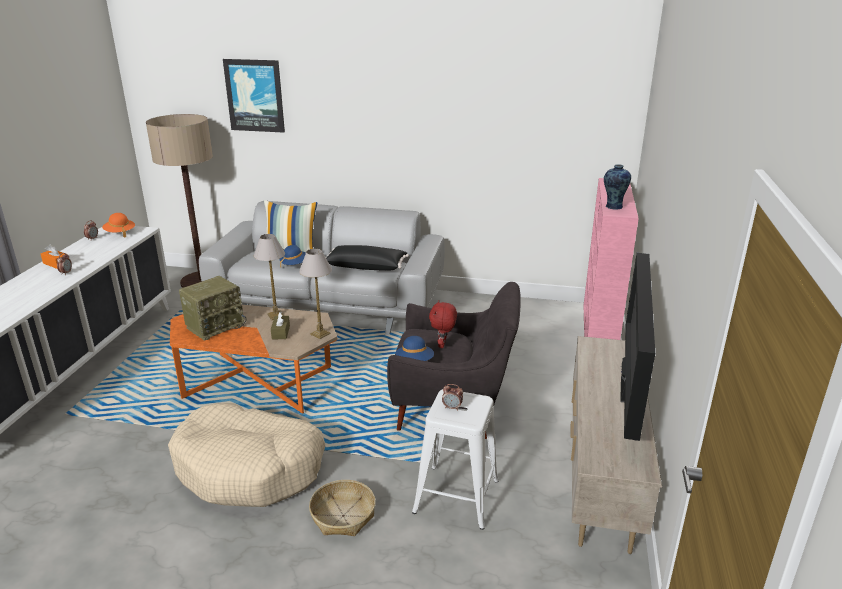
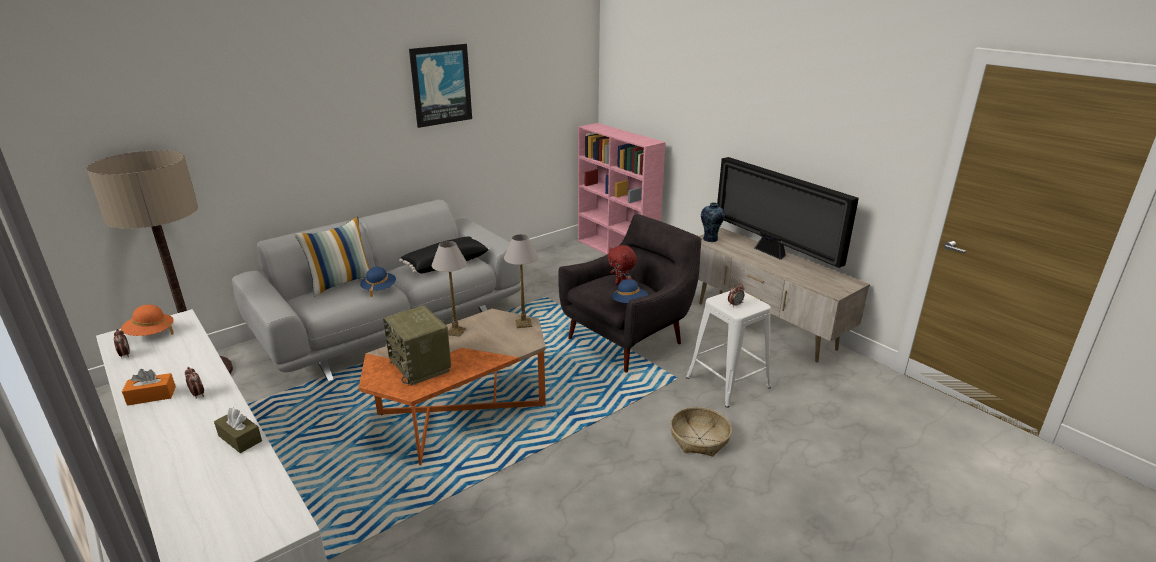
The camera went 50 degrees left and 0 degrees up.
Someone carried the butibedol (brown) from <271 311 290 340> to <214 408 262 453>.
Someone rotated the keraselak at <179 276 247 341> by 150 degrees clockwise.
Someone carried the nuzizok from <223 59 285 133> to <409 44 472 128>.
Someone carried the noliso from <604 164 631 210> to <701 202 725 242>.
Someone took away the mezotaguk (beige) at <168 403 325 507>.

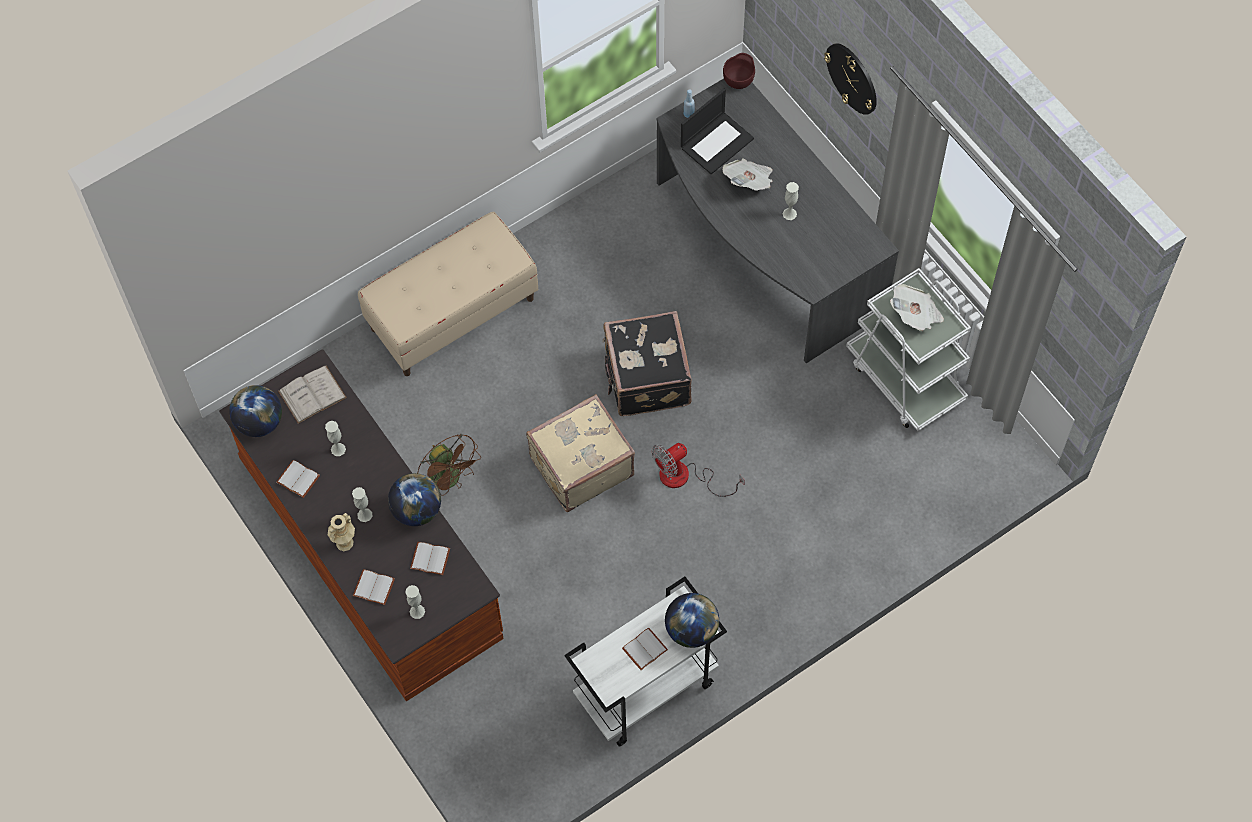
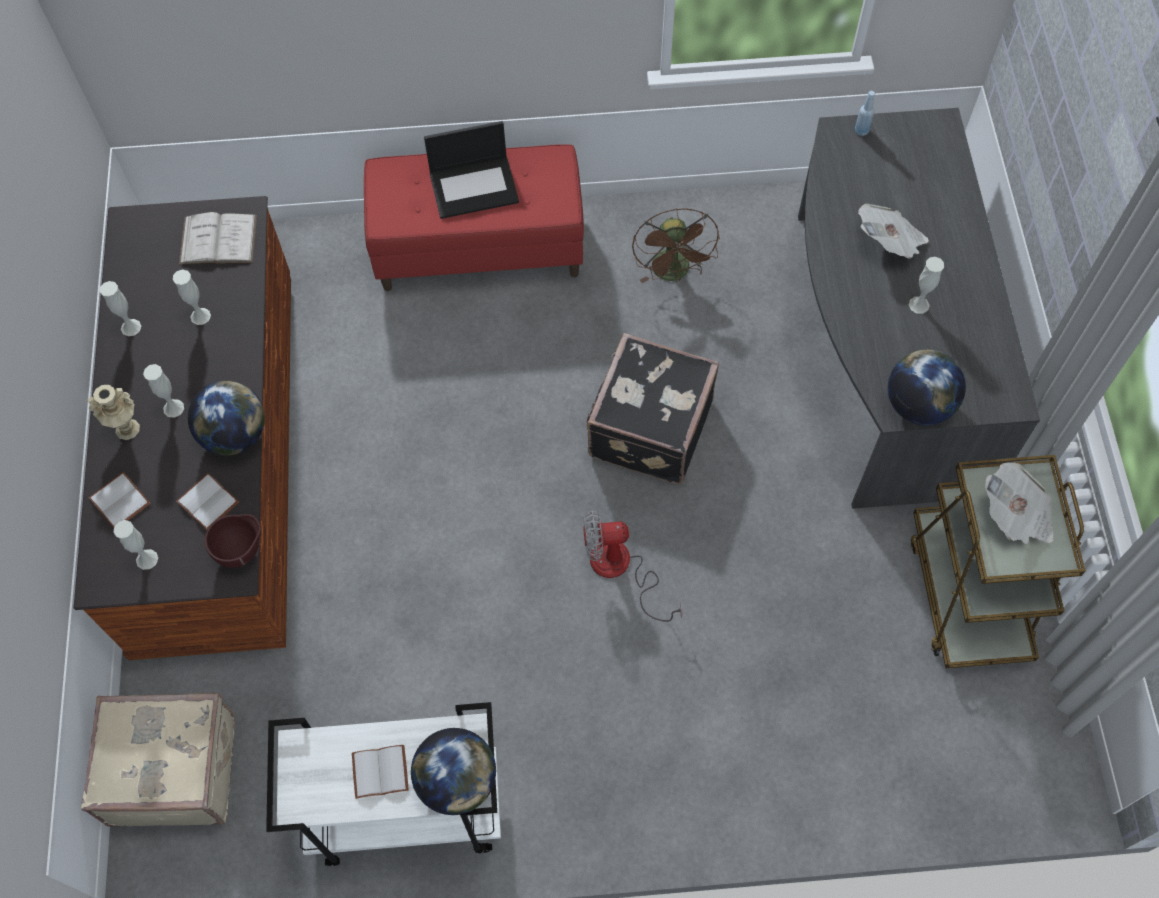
The camera went 30 degrees right and 0 degrees up.
Someone carried the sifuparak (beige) from <526 394 635 512> to <81 693 236 827>.
Someone swapped the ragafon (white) at <276 460 320 498> for the noliso (white) at <100 281 141 336>.
Someone carried the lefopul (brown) from <723 53 755 89> to <205 514 261 568>.
Someone repainted the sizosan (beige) at <358 212 538 376>, which became the sizosan (red) at <364 144 584 291>.
Someone carried the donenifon from <681 89 754 174> to <424 121 519 219>.
Someone carried the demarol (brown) from <417 434 481 496> to <632 208 720 283>.
Someone carried the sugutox from <229 385 282 437> to <888 350 966 425>.
Someone repainted the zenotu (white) at <846 268 971 431>, which became the zenotu (brown) at <911 455 1086 668>.
Someone took away the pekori at <824 43 877 115>.

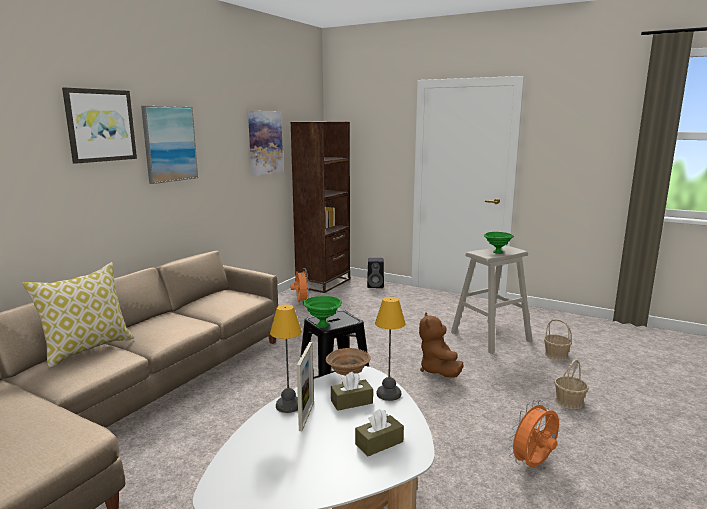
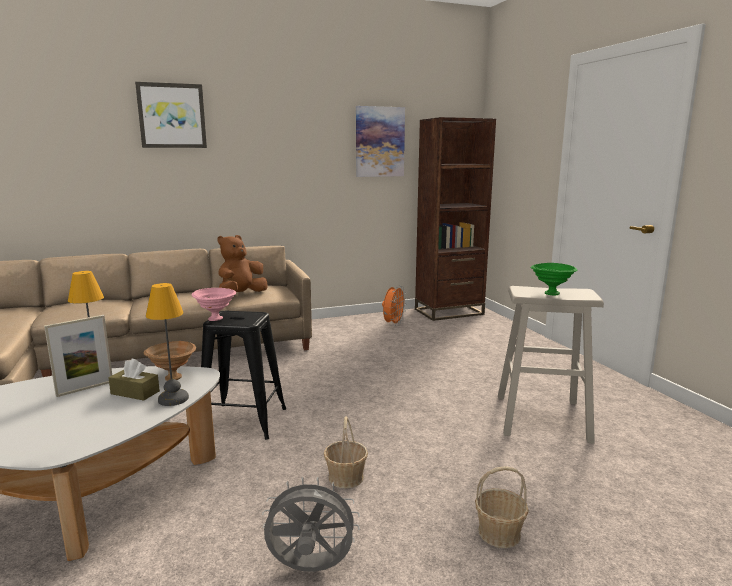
The camera went 40 degrees right and 0 degrees up.
Someone repainted the lefopul (green) at <303 296 342 328>, which became the lefopul (pink) at <191 288 236 321>.
Someone carried the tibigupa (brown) from <419 312 463 378> to <218 235 267 292>.
Someone repainted the demarol (orange) at <508 400 559 467>, which became the demarol (grey) at <262 477 360 572>.
Someone carried the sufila from <544 319 572 361> to <324 416 368 489>.
Someone took away the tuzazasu at <22 262 134 368>.
Someone took away the nuzizok at <141 106 198 184>.
Someone took away the butibedol (brown) at <355 409 404 456>.
Someone took away the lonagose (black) at <367 258 384 288>.

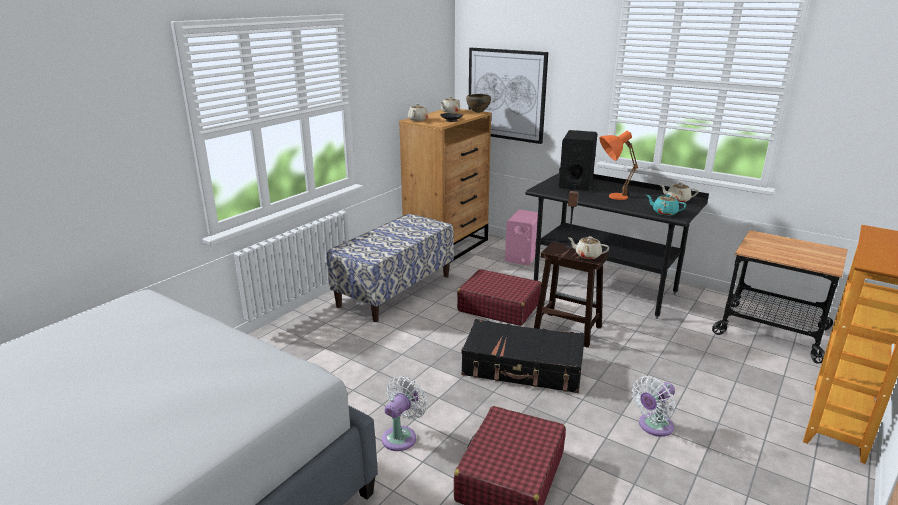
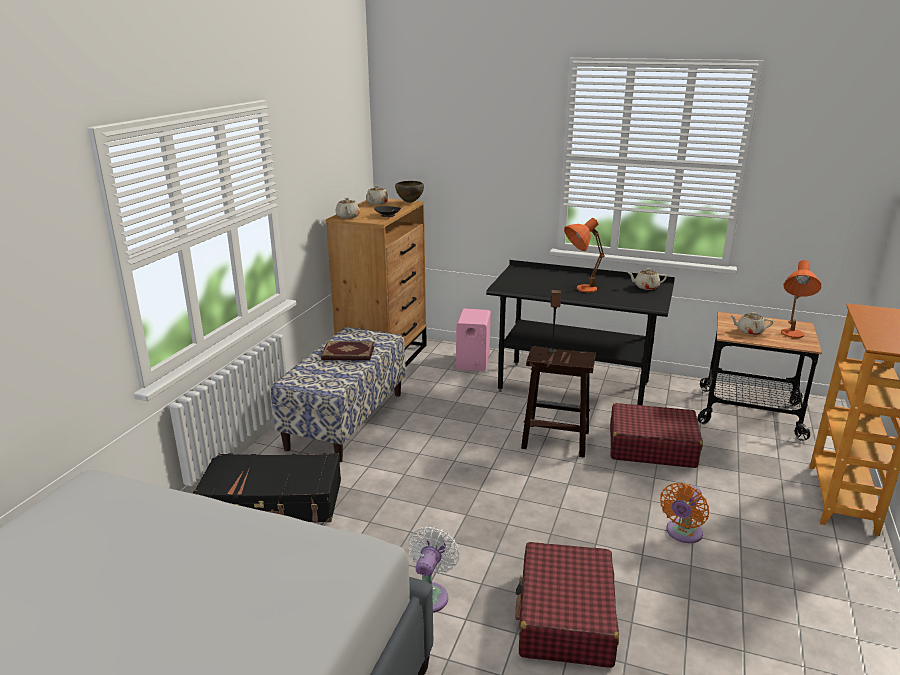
The camera went 15 degrees left and 0 degrees up.
Someone carried the sifuparak (black) from <461 319 585 393> to <192 453 341 523>.
Someone put down the ragafon at <321 341 374 361>.
Someone carried the sifuparak (red) from <457 269 541 326> to <610 403 703 468>.
Someone repainted the demarol (white) at <632 376 675 437>, which became the demarol (orange) at <660 483 709 543>.
Someone carried the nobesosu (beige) from <568 236 609 259> to <730 312 773 335>.
Someone put down the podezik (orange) at <781 260 821 338>.
Someone took away the nuzizok at <468 48 548 144>.
Someone took away the lonagose (black) at <559 130 597 191>.
Someone took away the nobesosu (turquoise) at <646 194 686 216>.

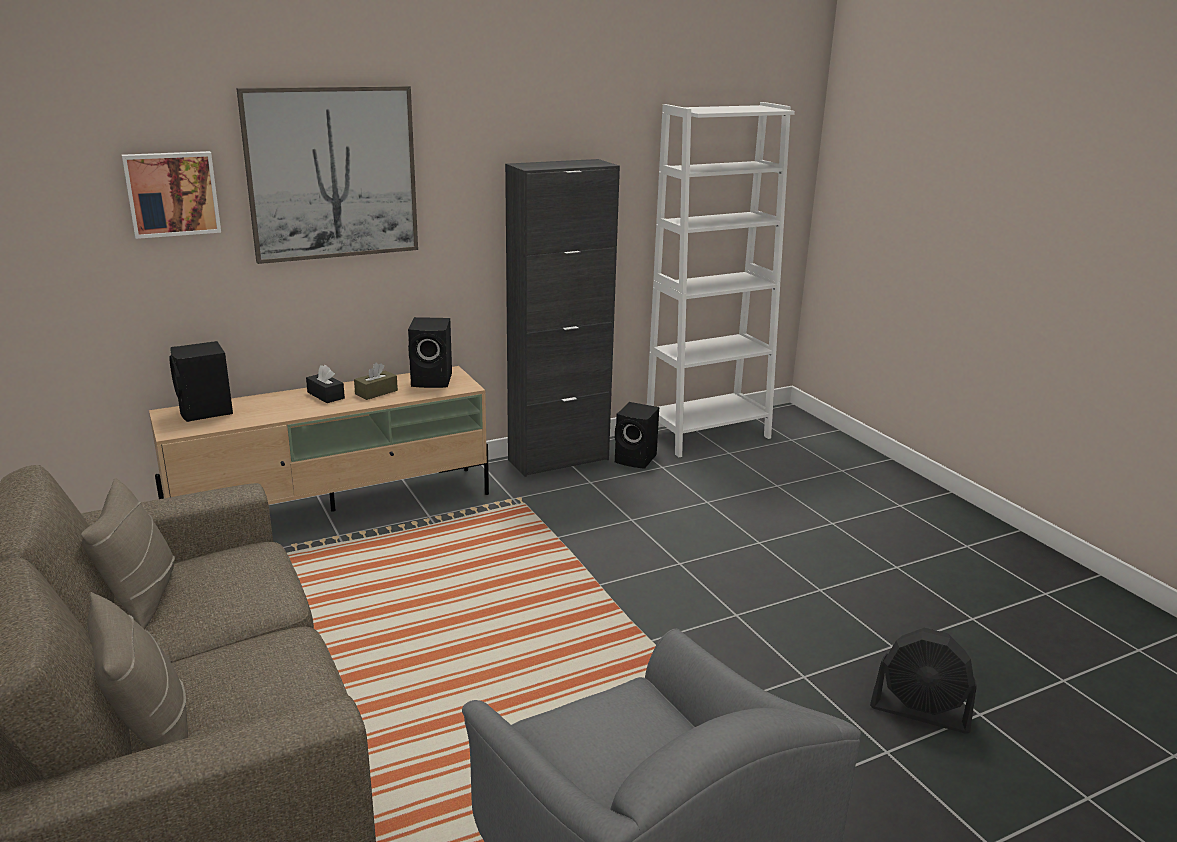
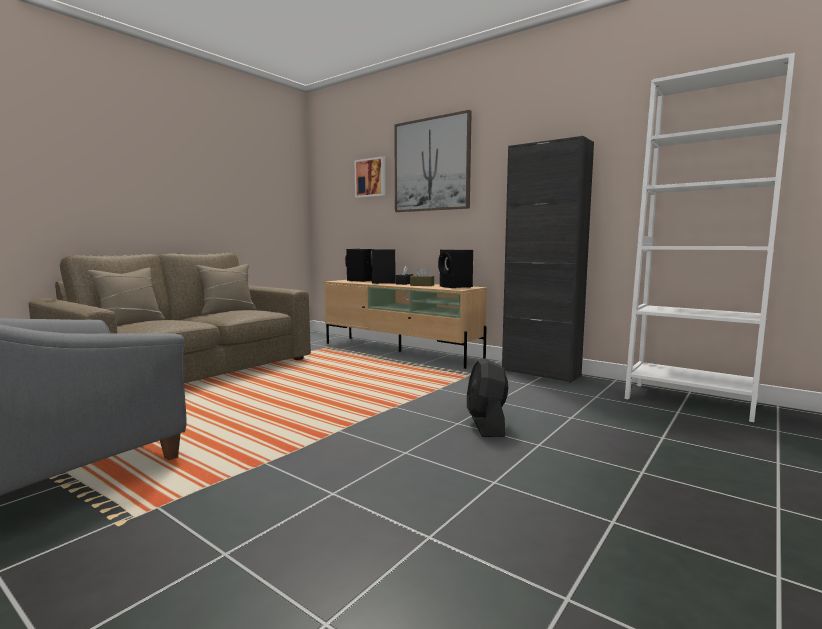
The camera went 65 degrees right and 15 degrees down.
Someone carried the lonagose (black) from <615 402 659 469> to <371 249 395 284>.
Someone carried the demarol (black) from <870 628 977 734> to <467 358 508 437>.

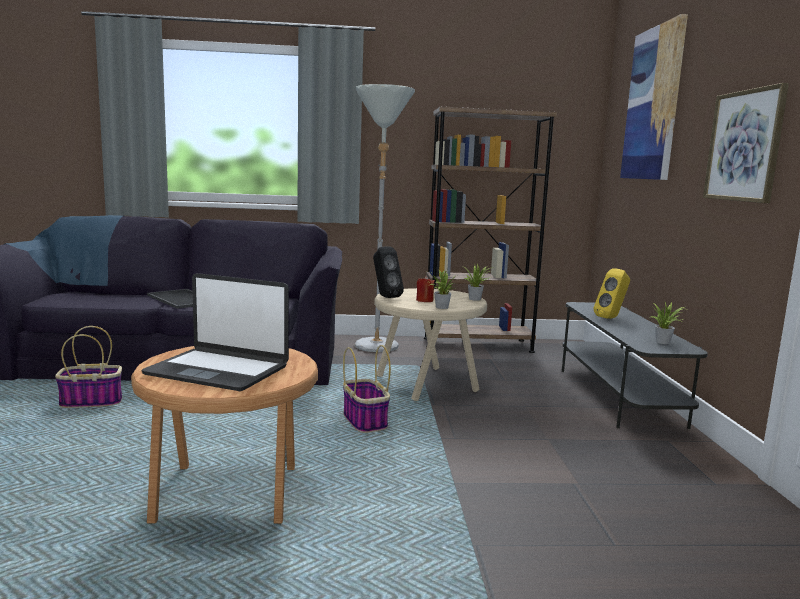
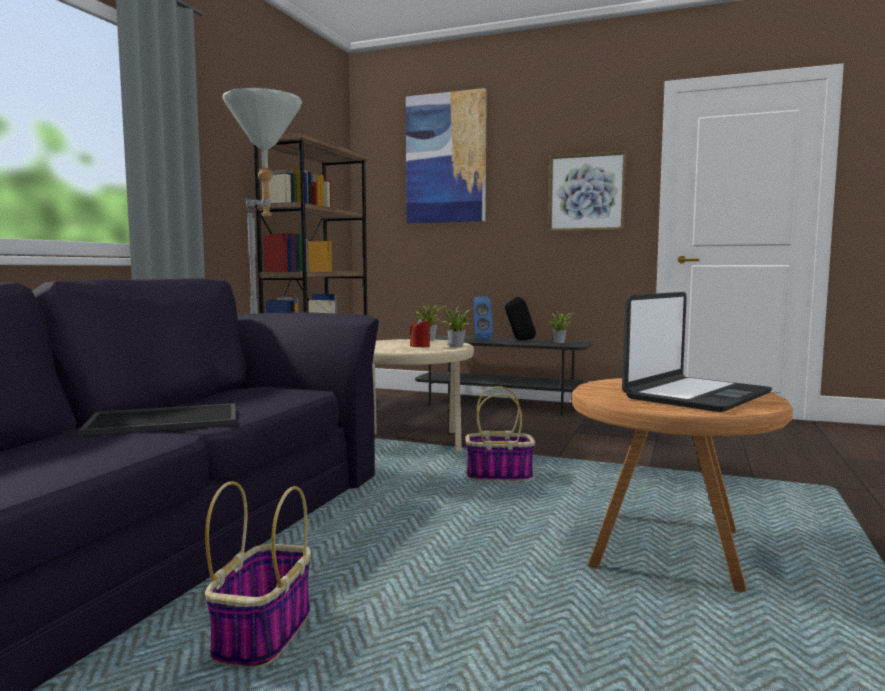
The camera went 65 degrees left and 5 degrees down.
Someone repainted the lonagose (yellow) at <594 268 630 319>, which became the lonagose (blue) at <474 297 493 341>.
Someone carried the lonagose (black) from <373 246 404 298> to <505 297 536 340>.

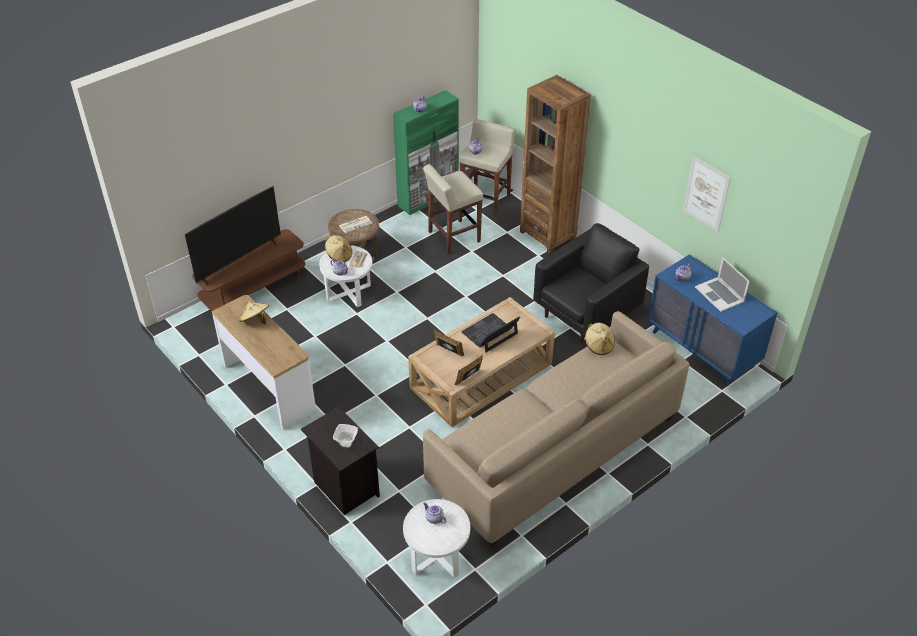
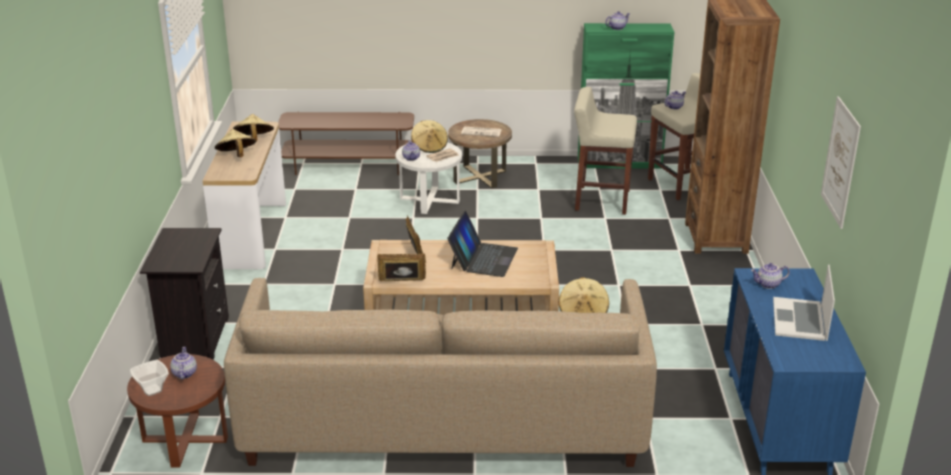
The camera went 40 degrees right and 15 degrees down.
Someone repainted the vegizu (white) at <403 499 470 578>, which became the vegizu (brown) at <127 354 228 467>.
Someone carried the lefopul from <333 424 358 448> to <130 360 169 396>.
Someone put down the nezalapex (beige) at <215 129 256 157>.
Someone rotated the donenifon at <461 313 520 353> by 105 degrees clockwise.
Someone took away the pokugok at <185 186 281 285>.
Someone took away the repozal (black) at <533 223 649 343>.

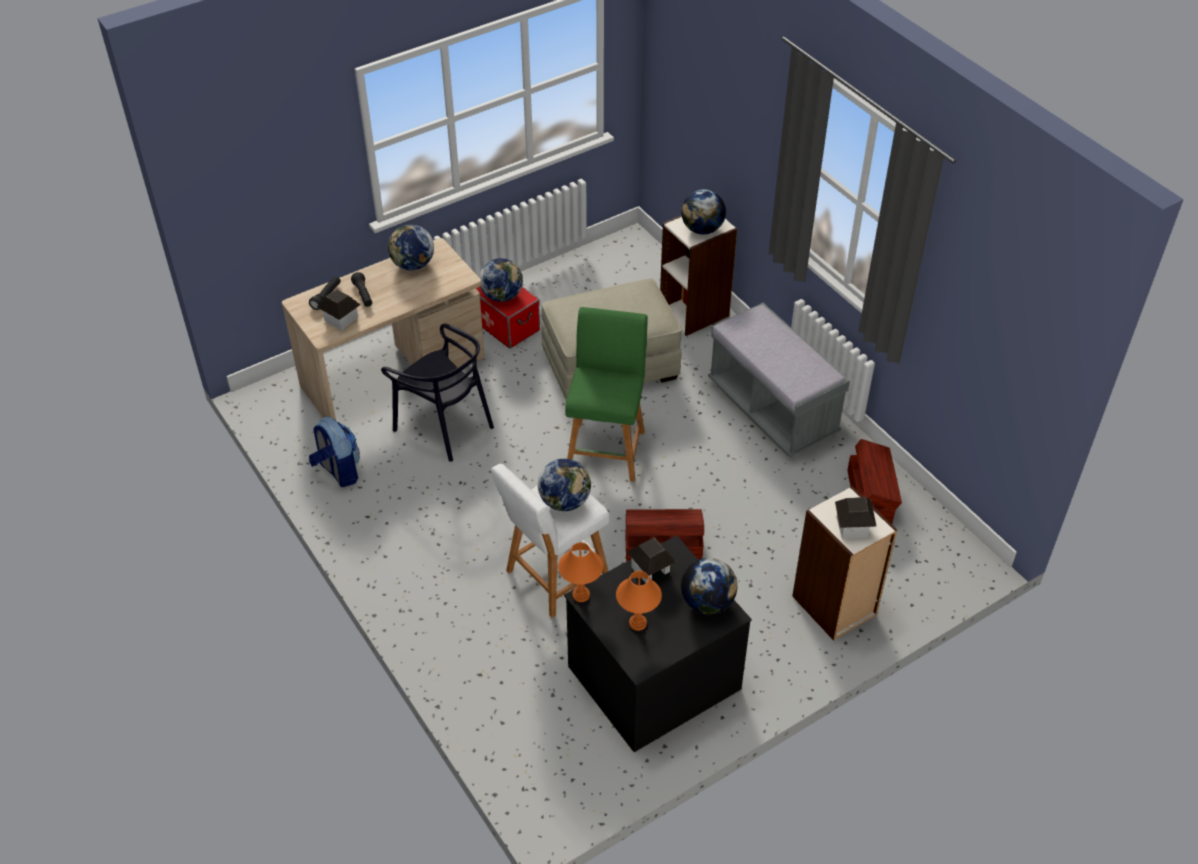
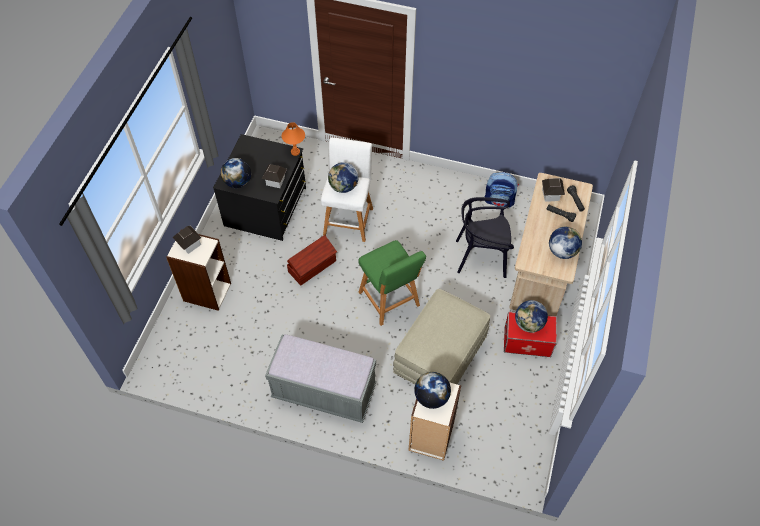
The camera went 140 degrees right and 10 degrees up.
Someone took away the podezik (orange) at <616 571 662 631>.
Someone took away the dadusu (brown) at <848 439 902 524>.

